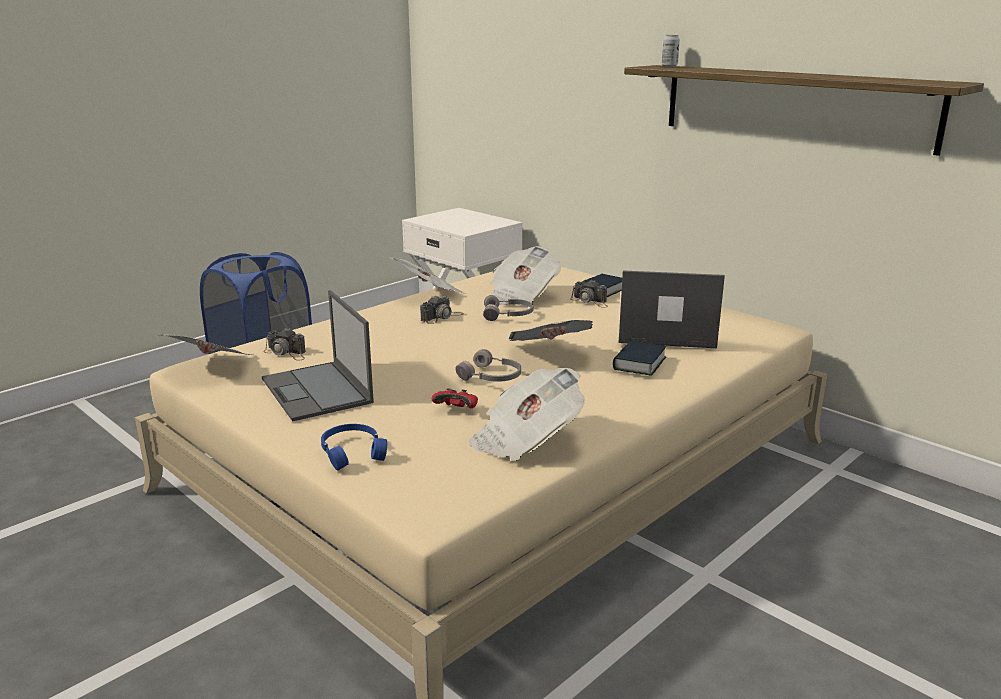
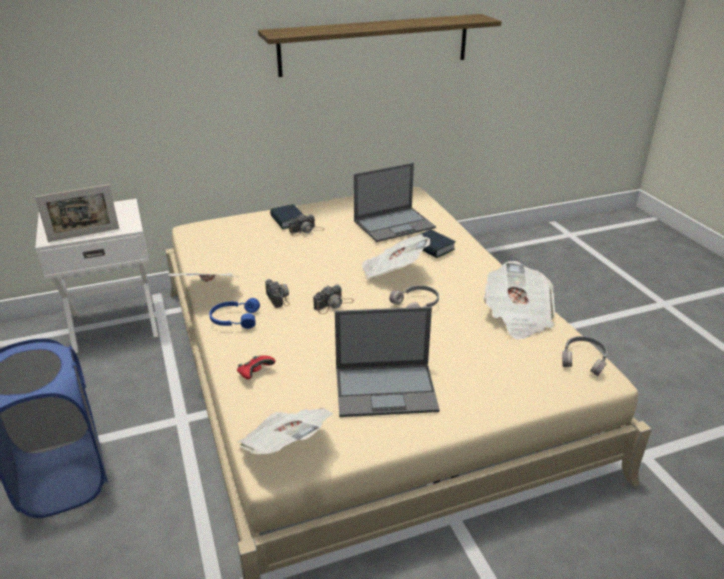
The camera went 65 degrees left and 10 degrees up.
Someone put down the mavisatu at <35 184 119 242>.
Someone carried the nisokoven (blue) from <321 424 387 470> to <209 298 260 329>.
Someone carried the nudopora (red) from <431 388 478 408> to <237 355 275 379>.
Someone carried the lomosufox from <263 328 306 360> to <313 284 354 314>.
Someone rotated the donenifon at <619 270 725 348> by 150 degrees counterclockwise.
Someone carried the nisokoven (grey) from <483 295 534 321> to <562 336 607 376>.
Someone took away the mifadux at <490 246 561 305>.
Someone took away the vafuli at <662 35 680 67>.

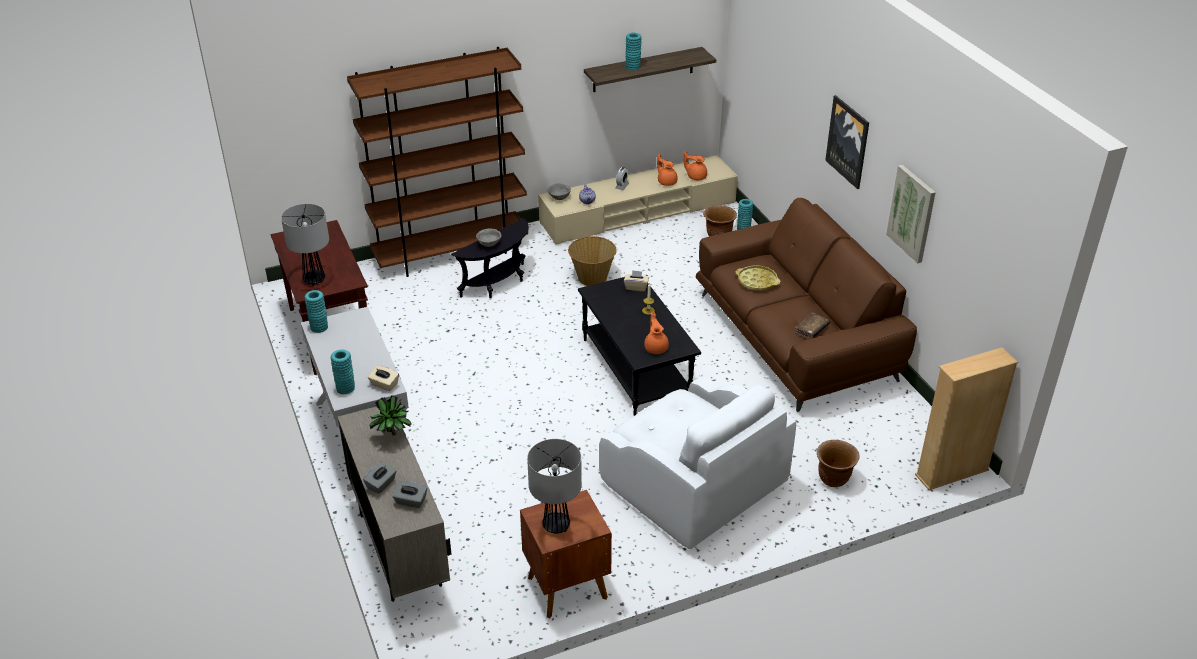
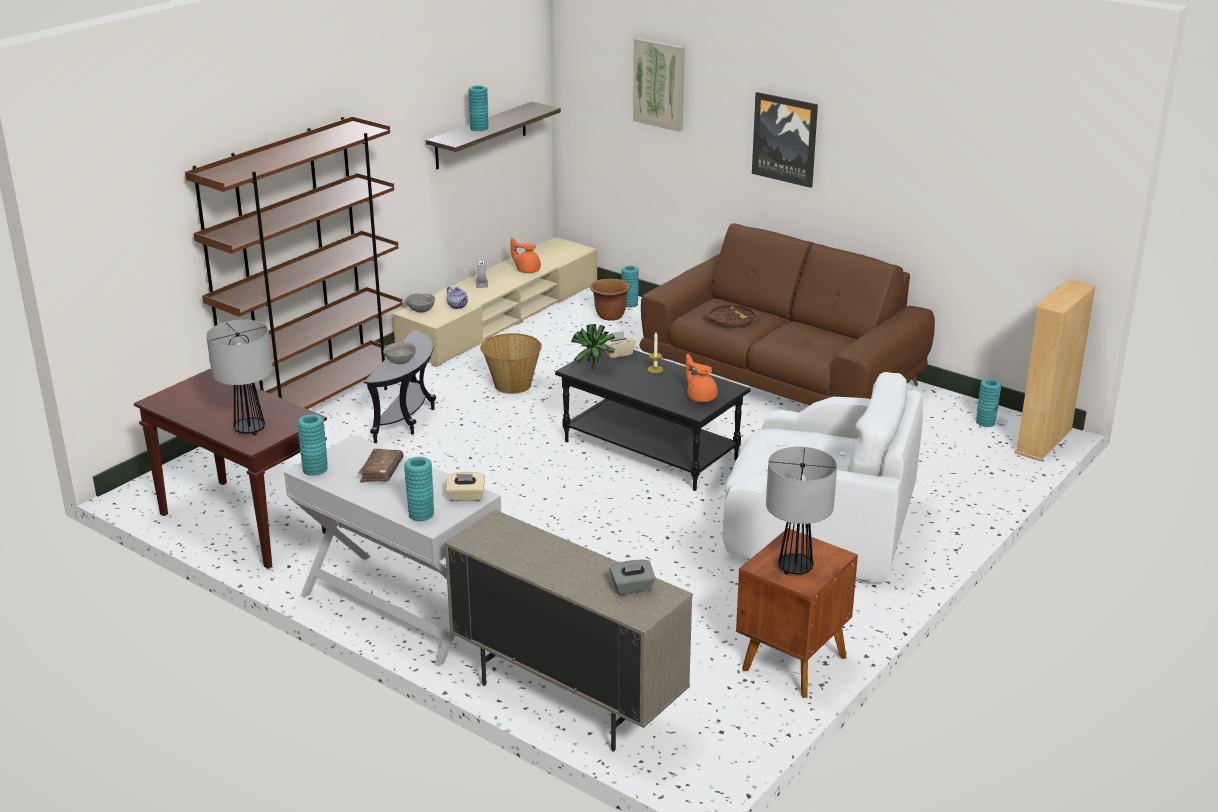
The camera went 30 degrees left and 10 degrees down.
Someone carried the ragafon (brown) from <795 312 830 339> to <358 449 403 483>.
Someone carried the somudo from <370 395 411 436> to <571 324 616 369>.
Someone carried the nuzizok from <886 165 936 263> to <633 38 685 132>.
Someone repainted the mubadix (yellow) at <735 265 780 291>, which became the mubadix (brown) at <704 305 760 328>.
Someone put down the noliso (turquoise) at <976 379 1001 427>.
Someone took away the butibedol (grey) at <363 461 397 494>.
Someone took away the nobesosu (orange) at <684 151 707 180>.
Someone took away the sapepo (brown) at <817 440 859 487>.

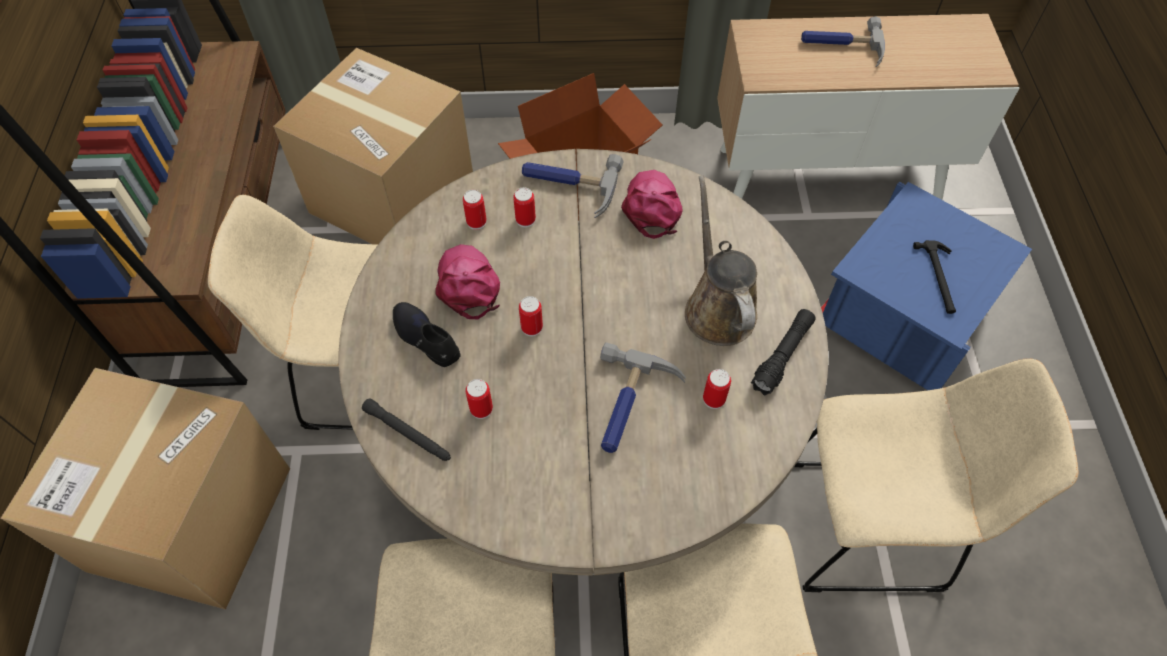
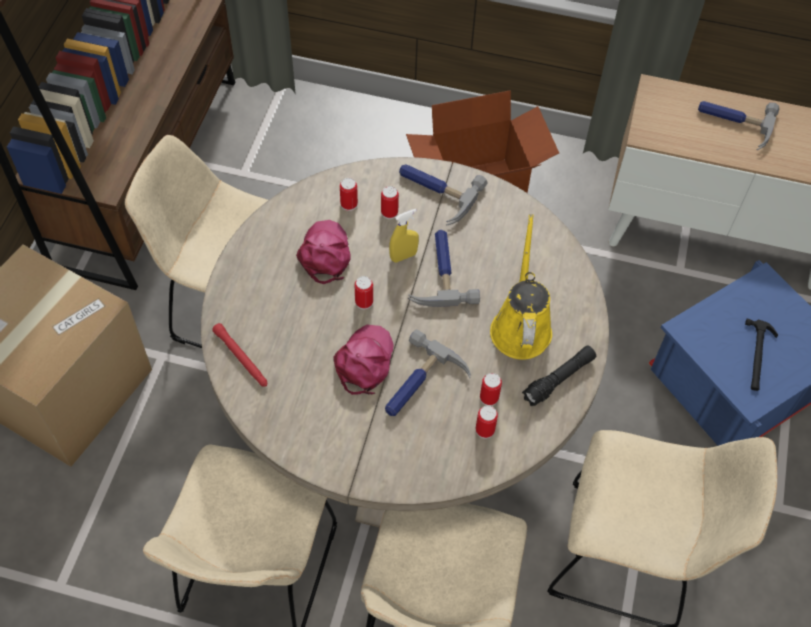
The camera went 15 degrees right and 0 degrees up.
Someone repainted the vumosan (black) at <362 398 451 461>, which became the vumosan (red) at <212 323 268 387>.
Someone carried the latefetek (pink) from <621 170 683 239> to <334 325 394 395>.
Someone put down the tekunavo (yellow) at <389 209 419 263>.
Someone put down the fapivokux at <408 230 480 307>.
Someone carried the vafuli from <465 379 493 419> to <476 406 498 439>.
Someone repainted the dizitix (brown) at <685 175 757 346>, which became the dizitix (yellow) at <490 214 552 360>.
Someone took away the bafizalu at <273 48 473 245>.
Someone took away the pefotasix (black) at <393 302 461 367>.

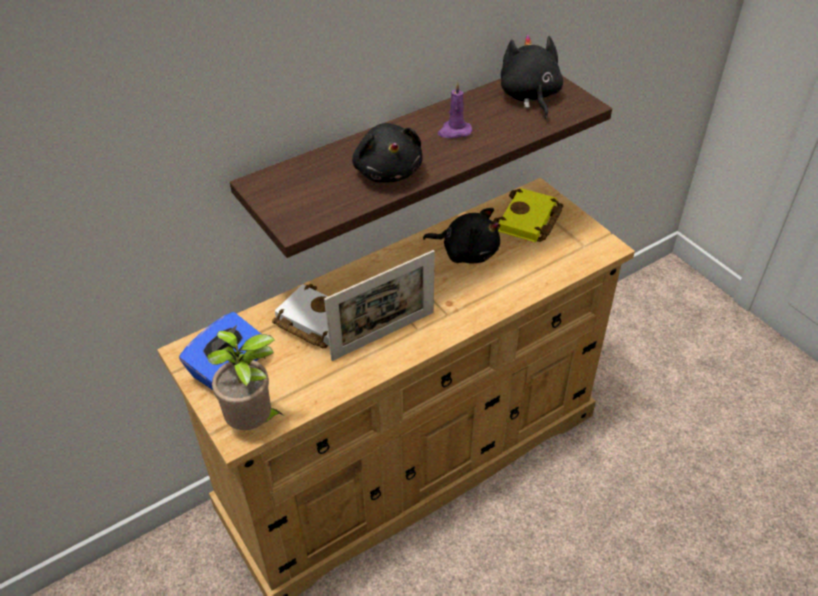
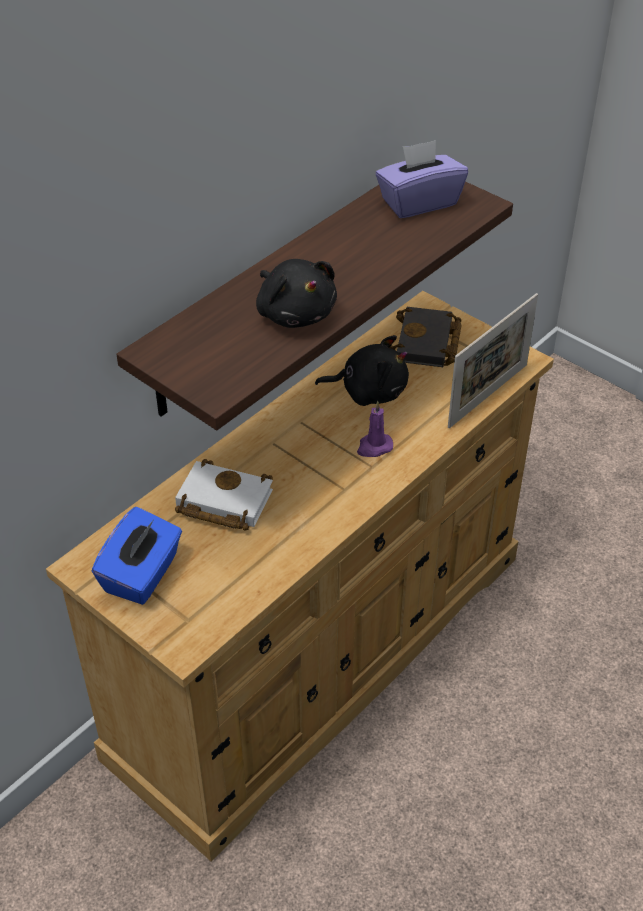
The camera went 15 degrees left and 0 degrees up.
Someone carried the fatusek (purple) from <438 81 472 138> to <357 401 393 457>.
Someone swapped the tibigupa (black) at <501 34 563 119> for the butibedol (purple) at <376 140 468 218>.
Someone repainted the ragafon (yellow) at <493 188 563 243>, which became the ragafon (black) at <390 307 462 367>.
Someone carried the mavisatu from <324 250 435 361> to <448 293 538 428>.
Someone took away the somudo at <207 331 284 430>.

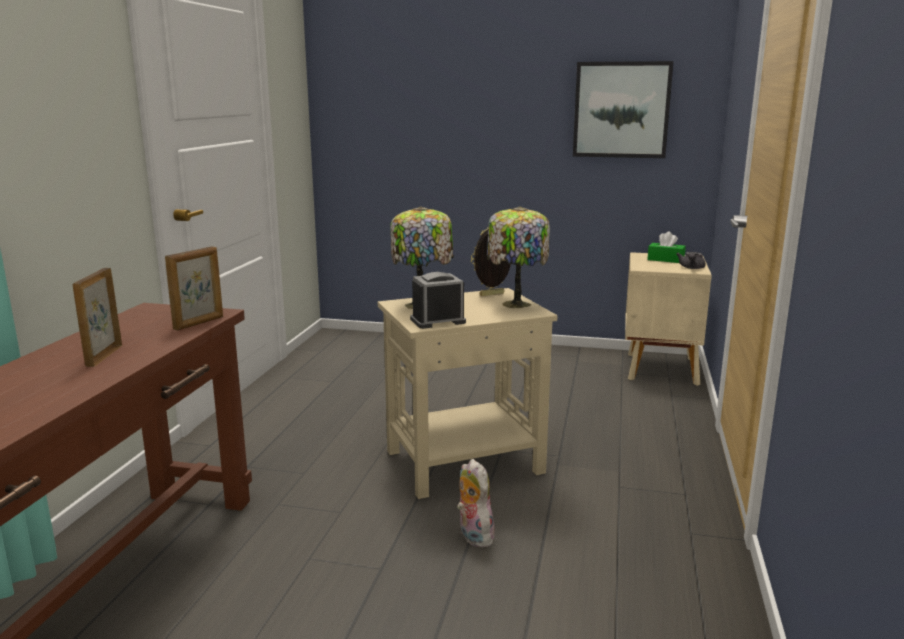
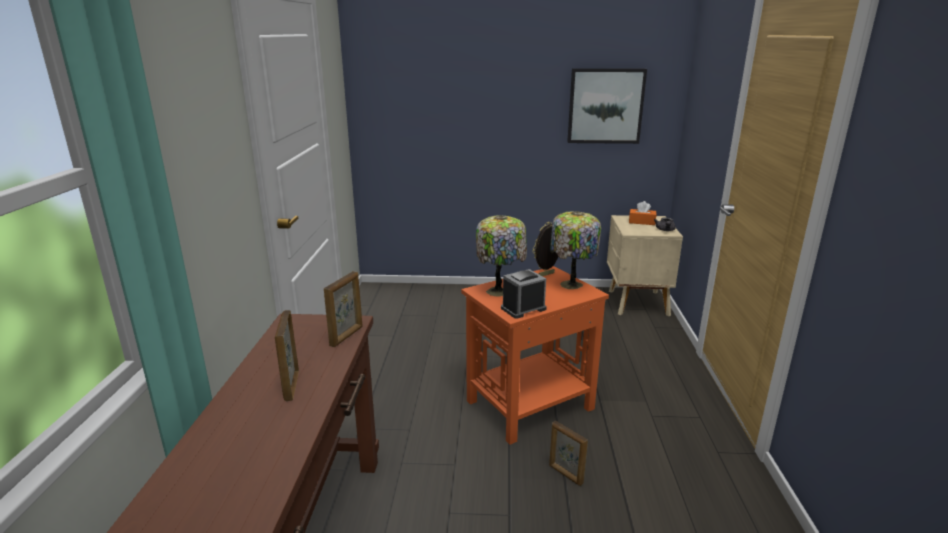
The camera went 10 degrees left and 5 degrees up.
Someone repainted the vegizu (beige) at <378 288 557 499>, which became the vegizu (orange) at <461 266 609 445>.
Someone swapped the tibigupa at <457 459 497 547> for the mavisatu at <549 421 588 486>.
Someone repainted the butibedol (green) at <647 231 686 263>, which became the butibedol (orange) at <629 201 656 225>.

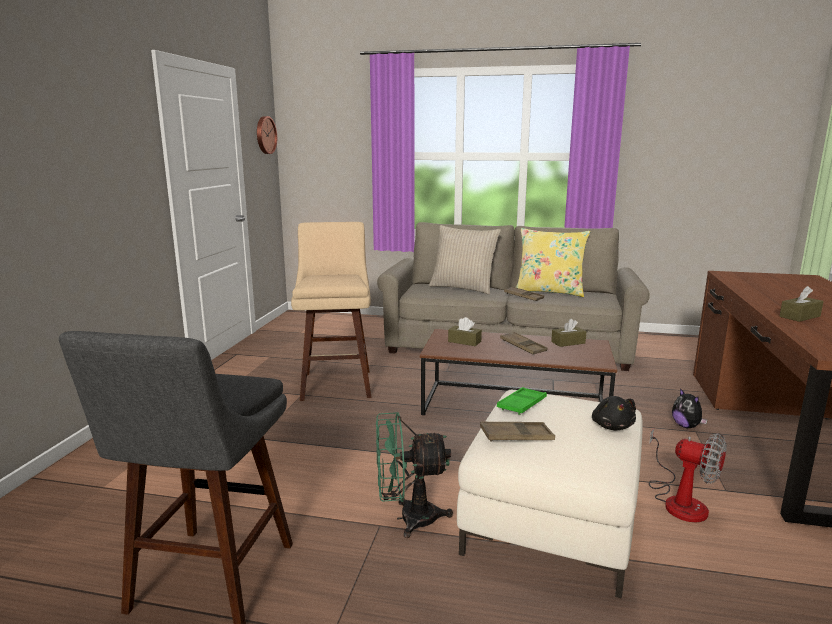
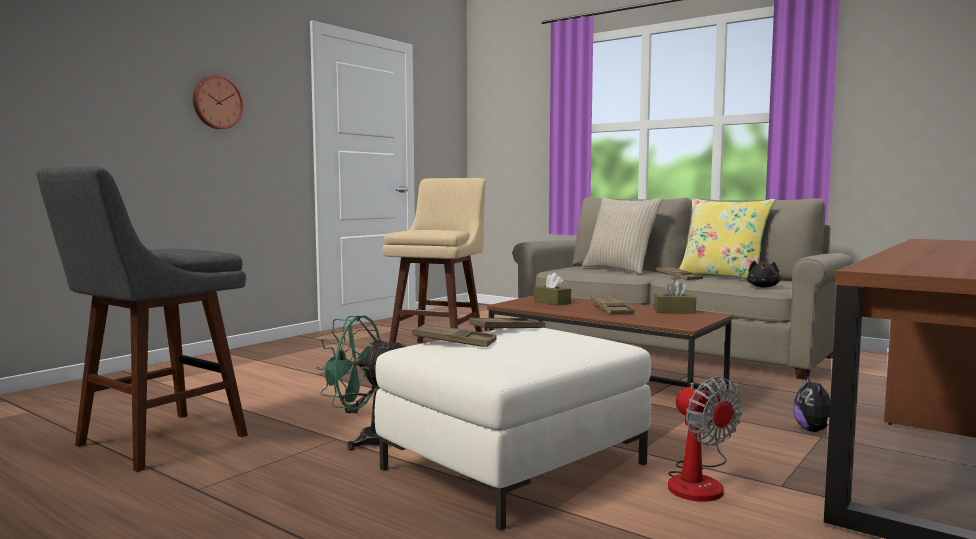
The camera went 25 degrees right and 10 degrees down.
Someone carried the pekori from <257 116 277 154> to <193 75 244 129>.
Someone repainted the mubadix (green) at <497 387 547 415>, which became the mubadix (brown) at <469 318 545 331>.
Someone carried the tibigupa (black) from <592 396 636 430> to <747 261 781 288>.
Someone took away the butibedol (brown) at <780 286 824 322>.

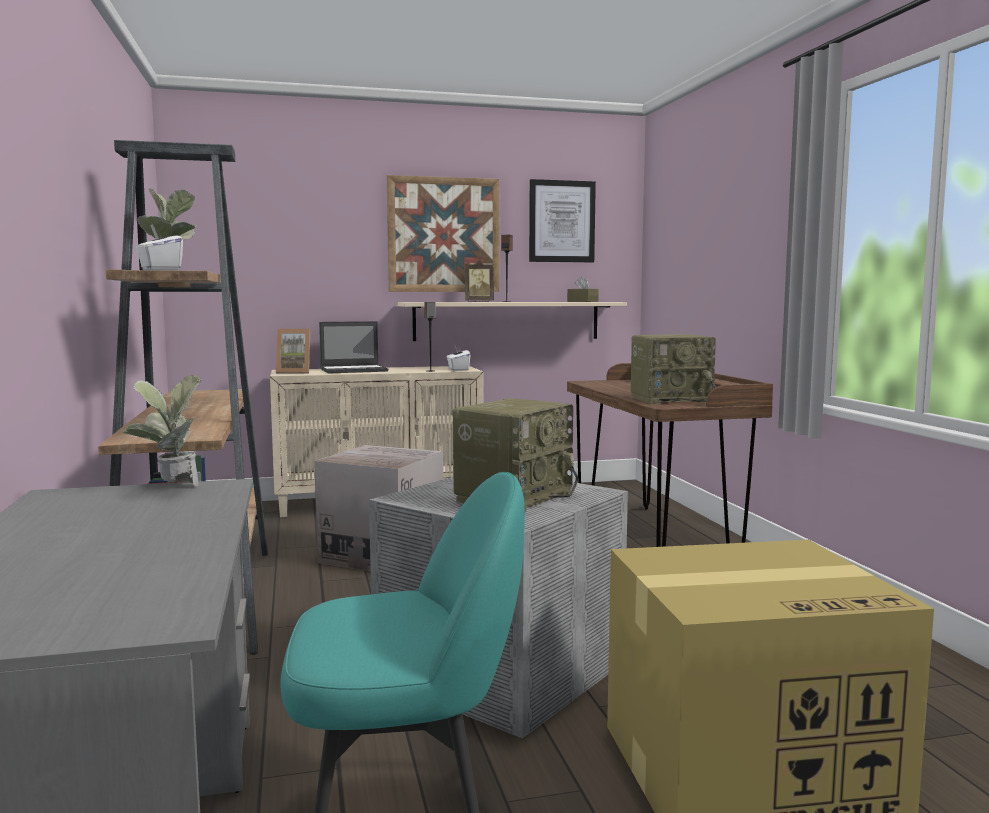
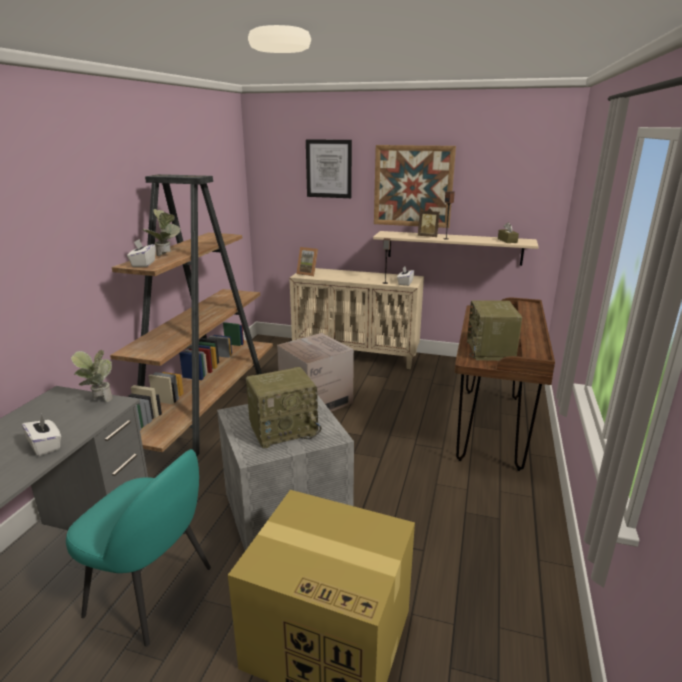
The camera went 30 degrees right and 15 degrees up.
Someone put down the butibedol (white) at <22 414 61 456>.
Someone carried the nuzizok from <529 179 596 262> to <306 139 352 198>.
Someone rotated the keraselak at <631 334 716 404> by 75 degrees clockwise.
Someone took away the donenifon at <319 321 388 373>.

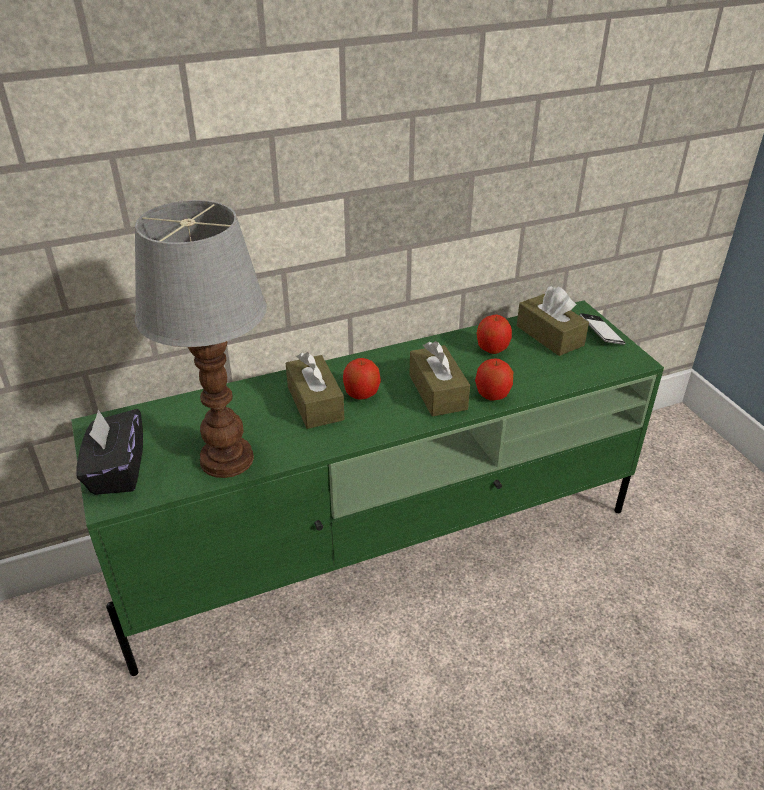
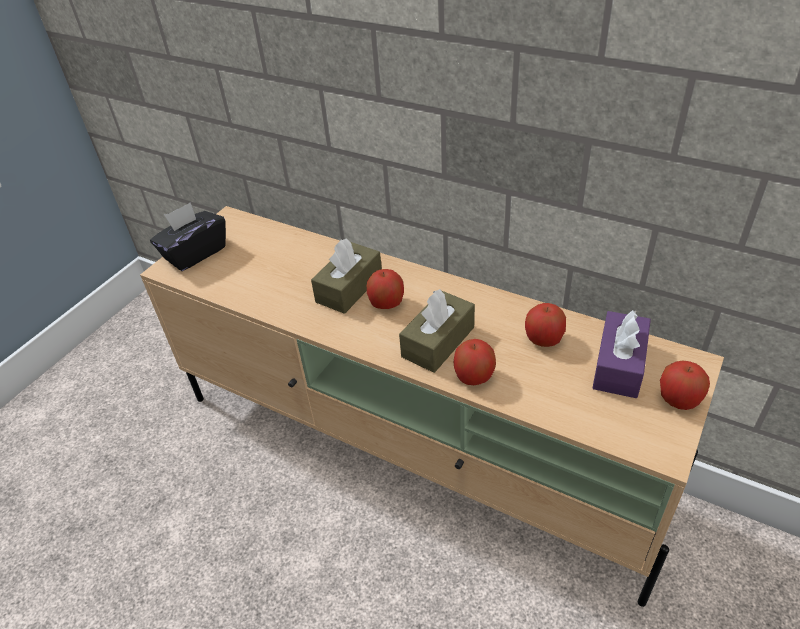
The camera went 55 degrees right and 5 degrees up.
Someone repainted the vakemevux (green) at <71 300 664 676>, which became the vakemevux (beige) at <140 206 724 607>.
Someone repainted the butibedol (brown) at <517 286 589 356>, which became the butibedol (purple) at <592 310 651 398>.
Someone swapped the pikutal at <580 313 625 345> for the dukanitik at <660 361 710 410>.
Someone took away the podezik at <134 200 267 478>.

